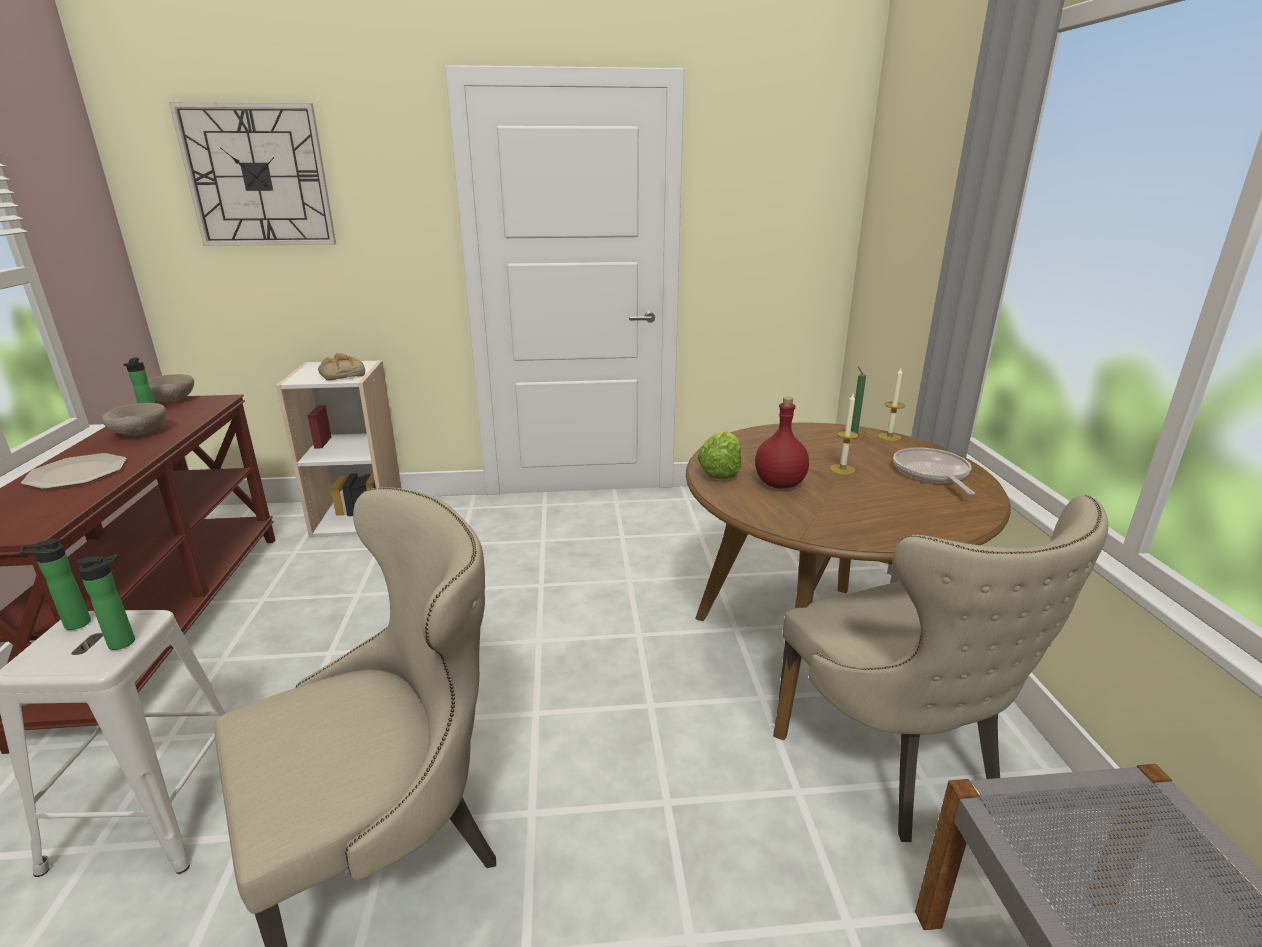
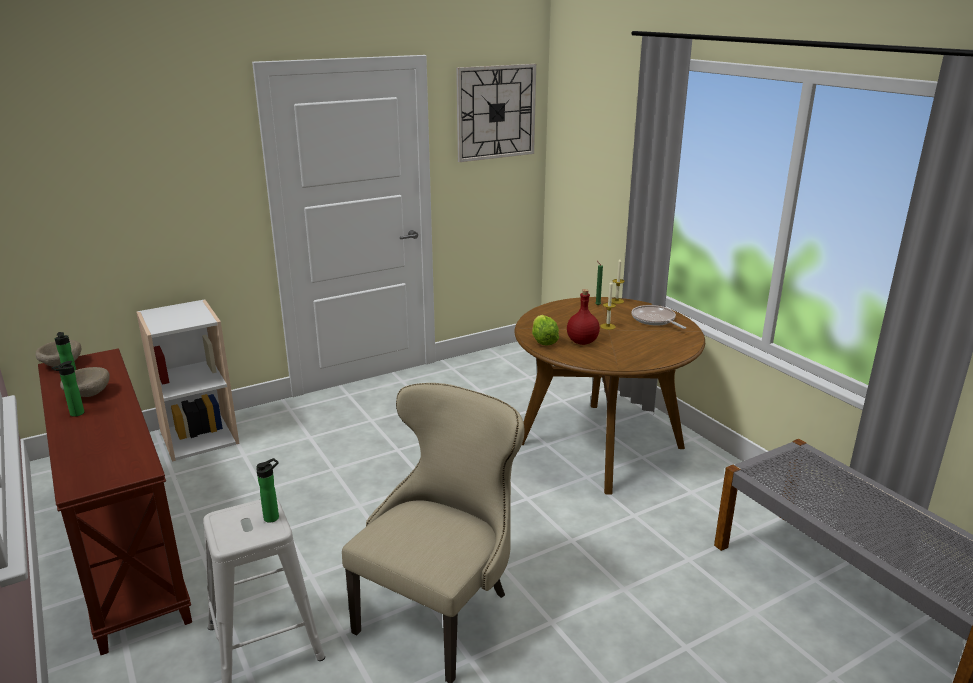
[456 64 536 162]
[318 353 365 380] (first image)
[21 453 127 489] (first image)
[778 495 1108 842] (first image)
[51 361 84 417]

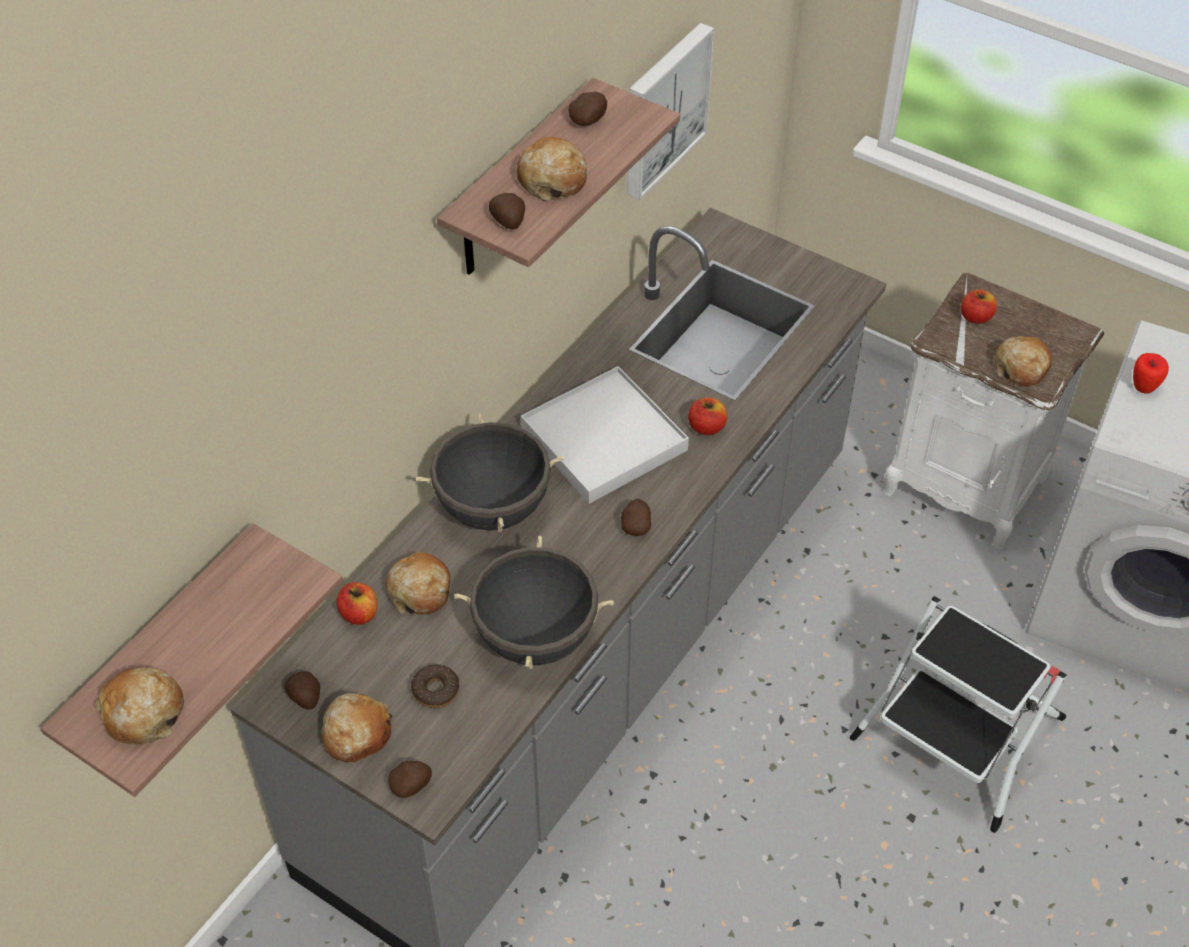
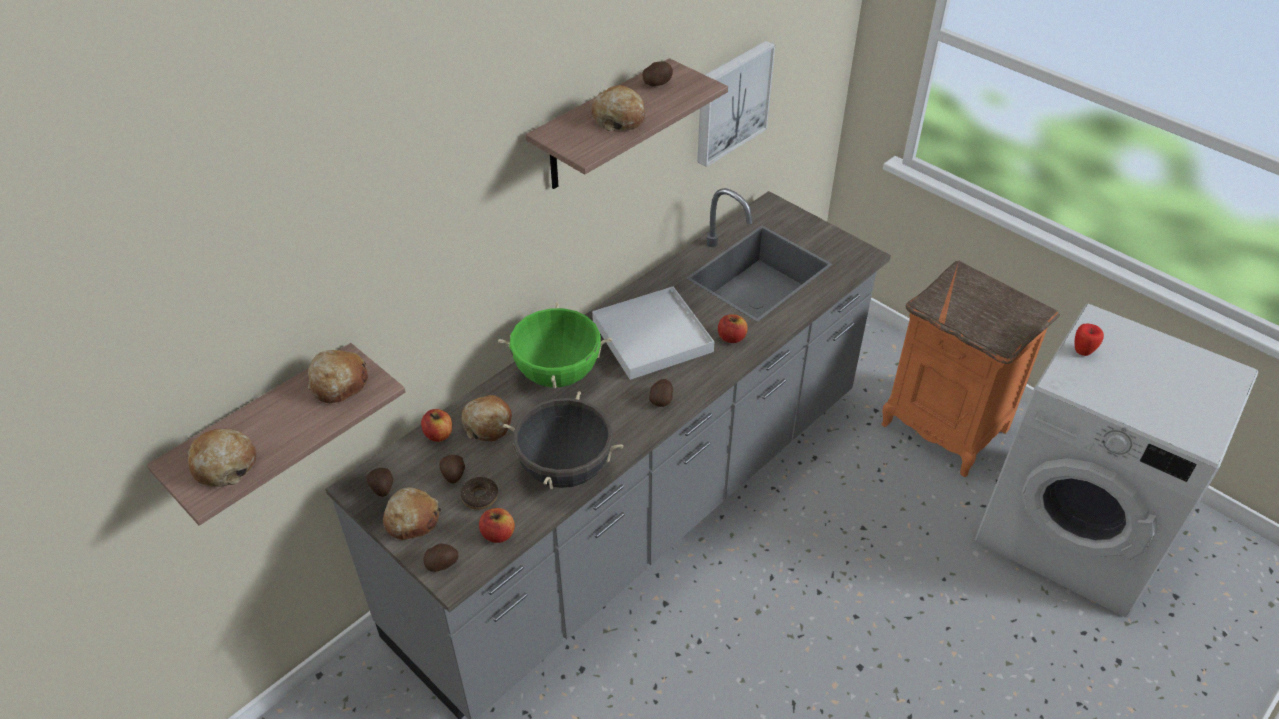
[440 455 465 484]
[881 261 1060 477]
[479 508 515 543]
[308 350 368 403]
[498 302 612 388]
[850 596 1067 833] (first image)

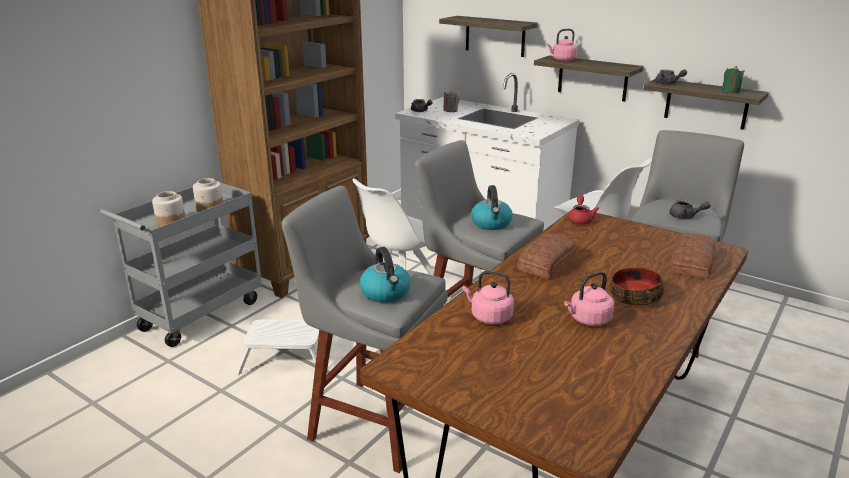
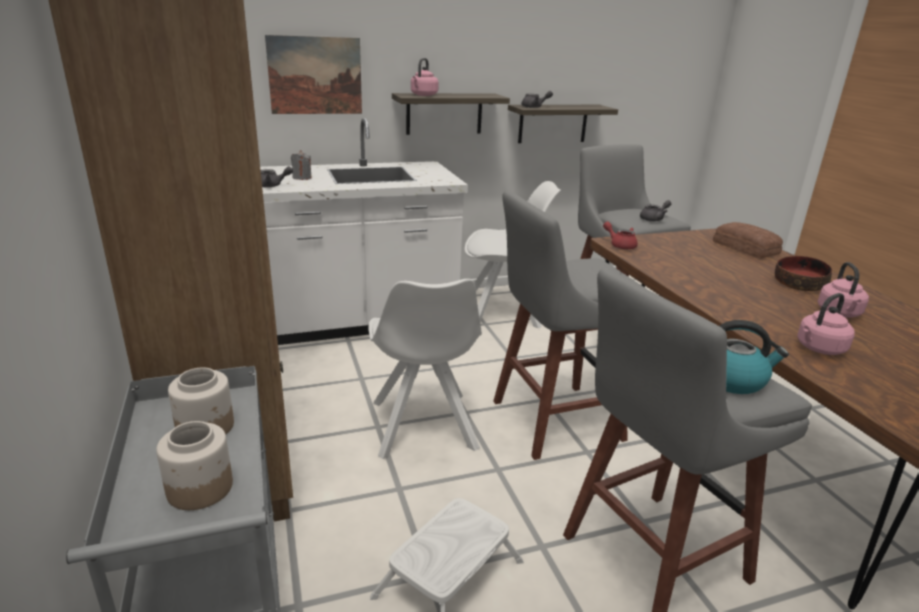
[265 35 362 114]
[721 66 744 93] (first image)
[471 185 513 230] (first image)
[517 234 577 279] (first image)

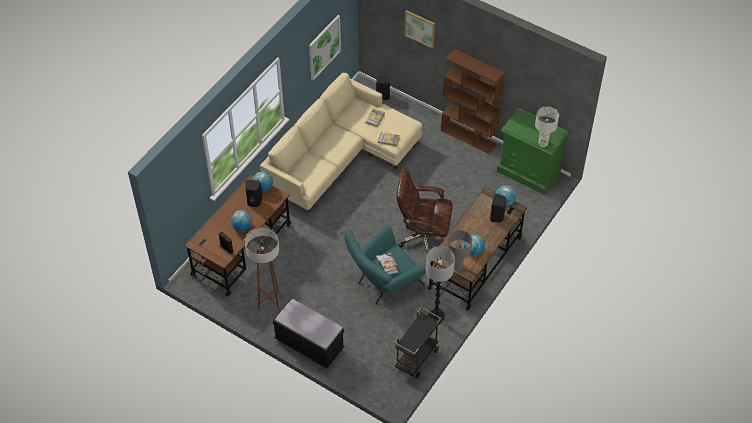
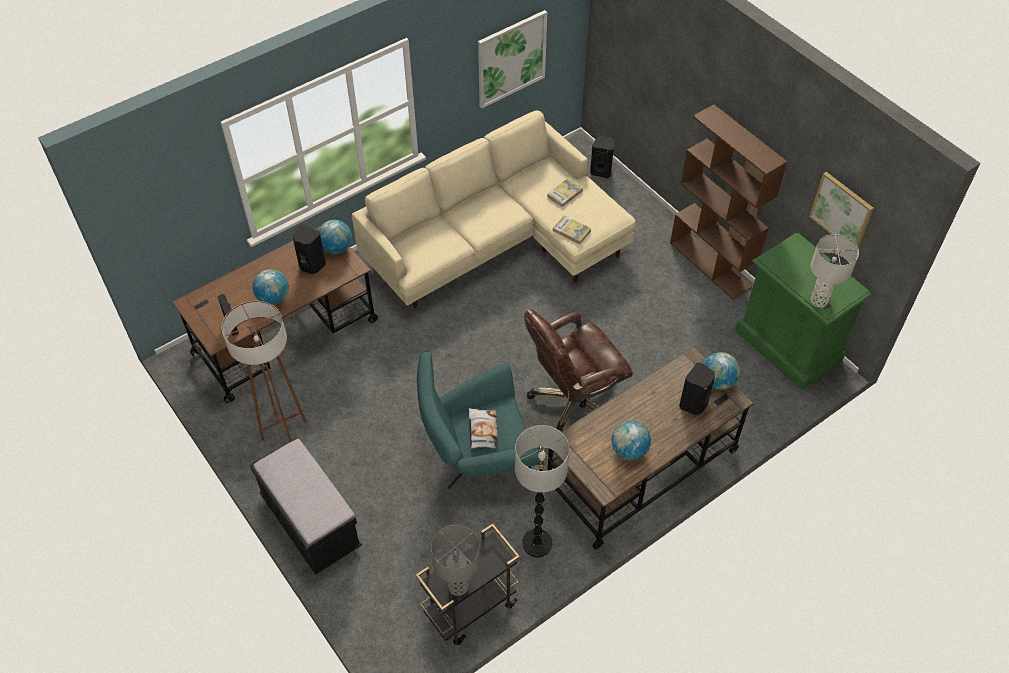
[809 172 874 248]
[524 309 633 431]
[431 525 480 596]

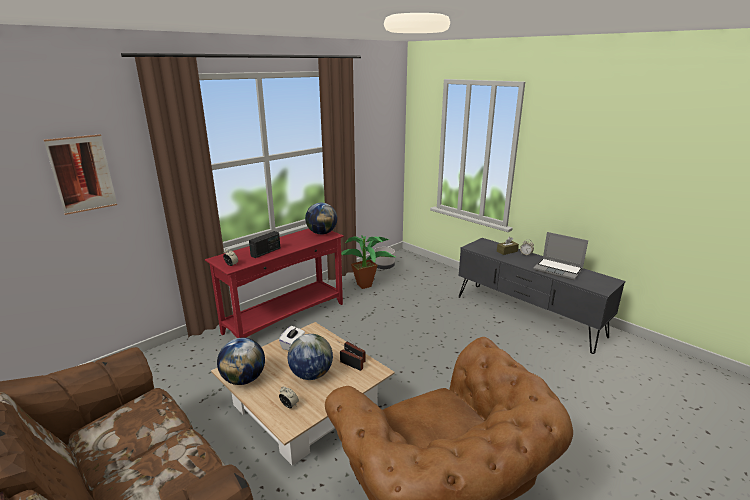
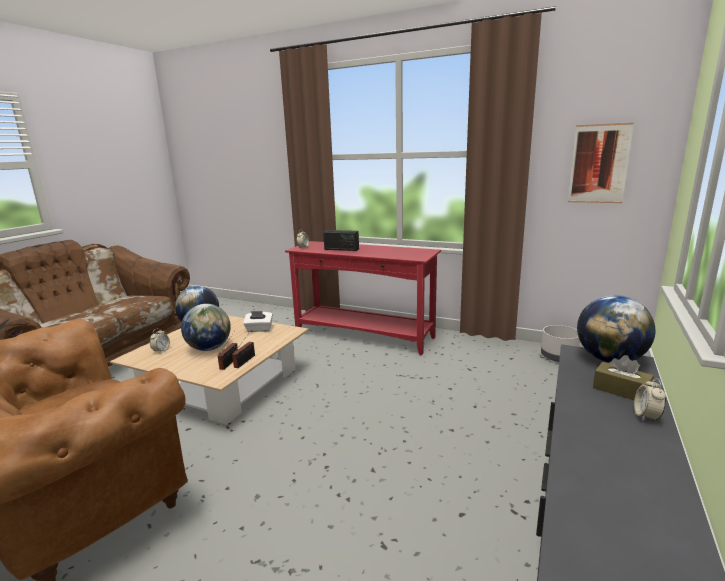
[568 123 634 203]
[577 295 655 362]
[533 232 588 280] (first image)
[341 236 396 289] (first image)

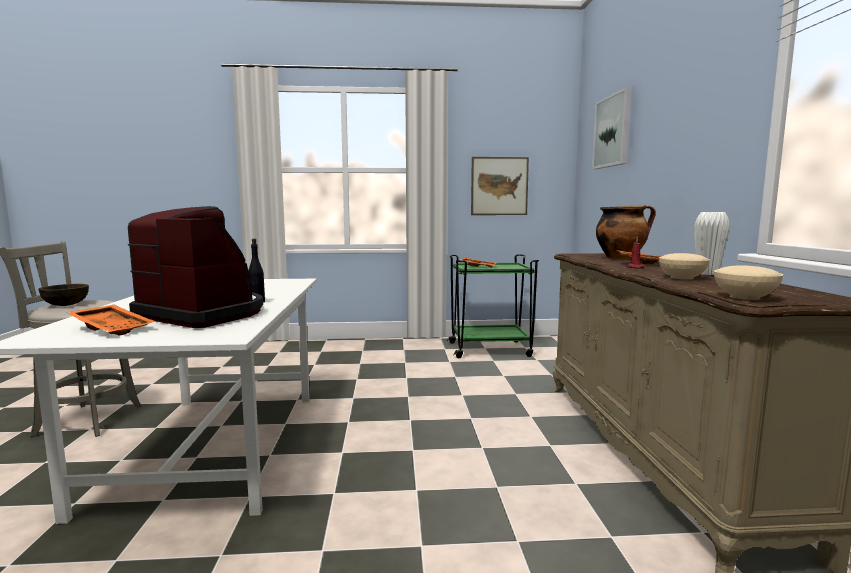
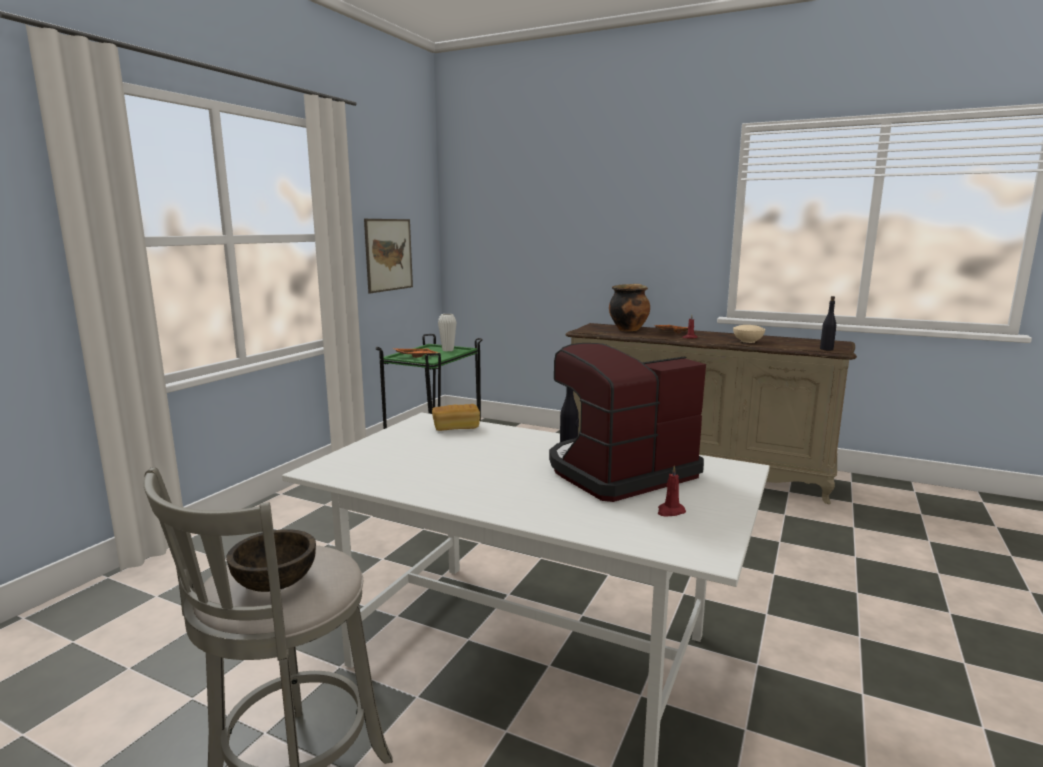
[592 87 632 169] (first image)
[438 314 456 351]
[820 296 836 350]
[658 465 686 516]
[432 404 480 431]

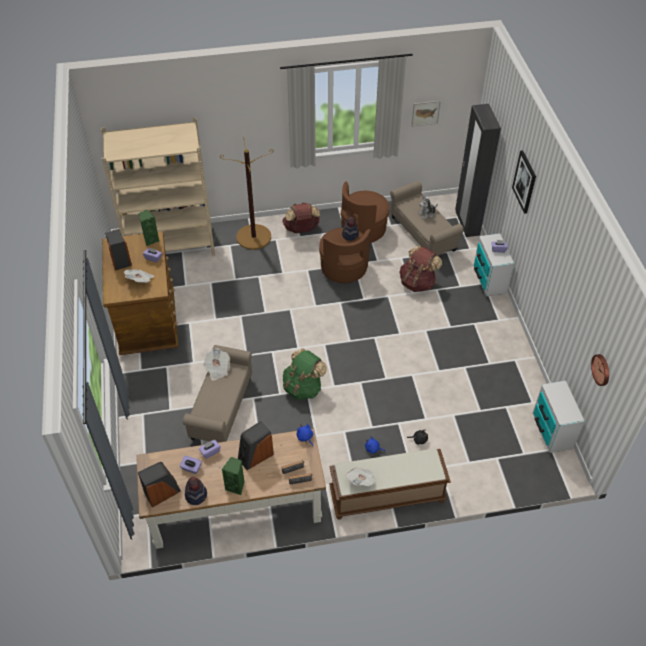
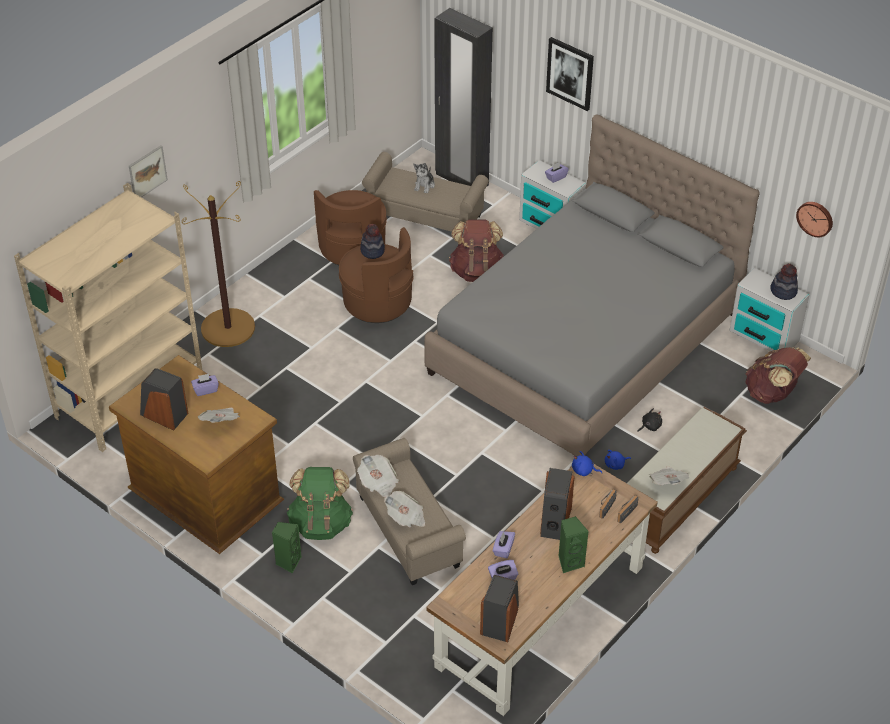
[129 145 168 197]
[746 347 811 404]
[272 522 302 573]
[287 467 353 540]
[770 264 798 300]
[425 115 760 457]
[384 491 425 527]

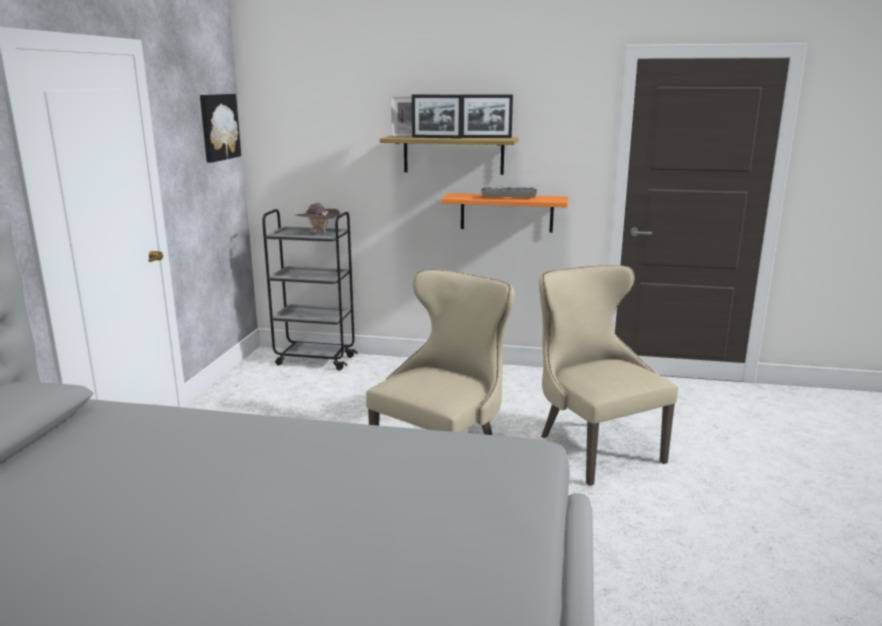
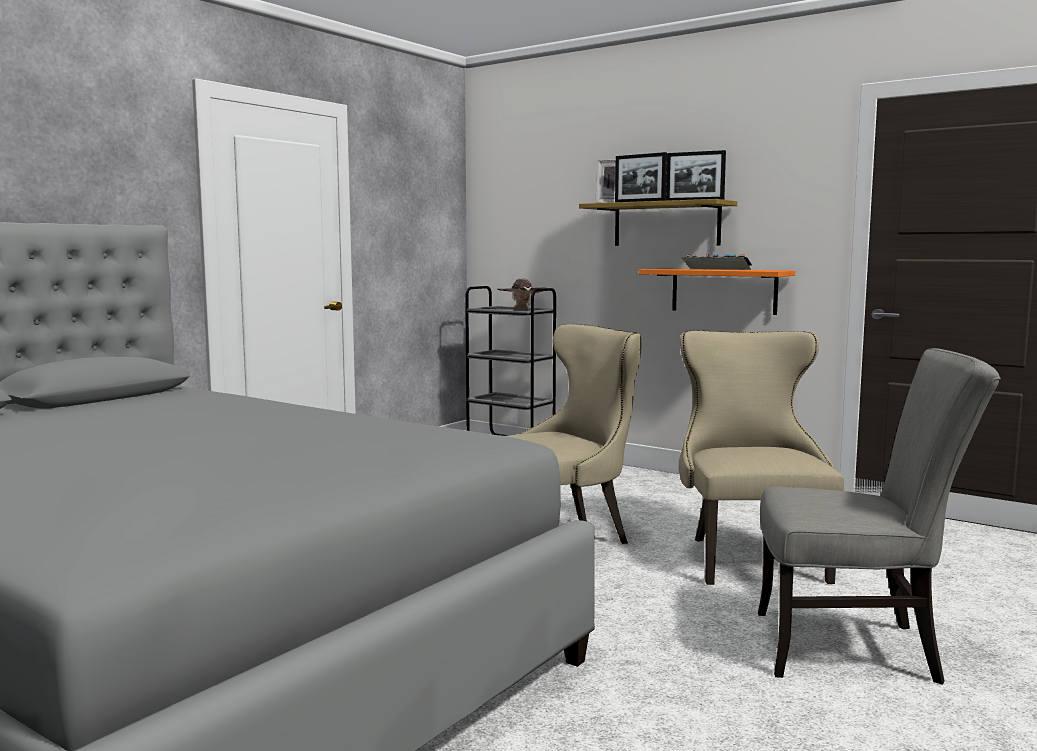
[200 94 241 163] (first image)
[758 348 1001 685]

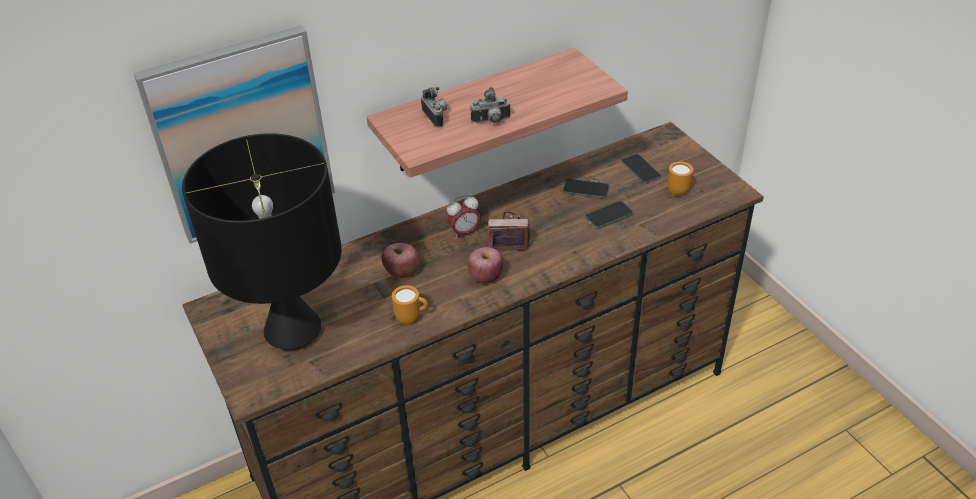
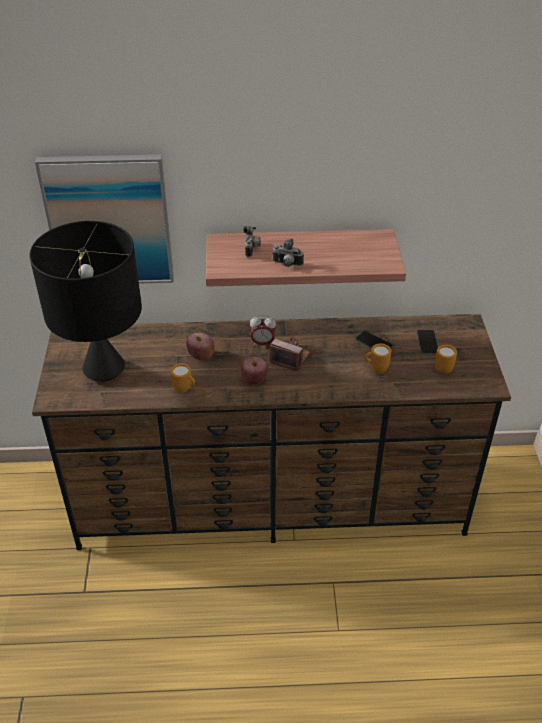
[365 344 391 373]

